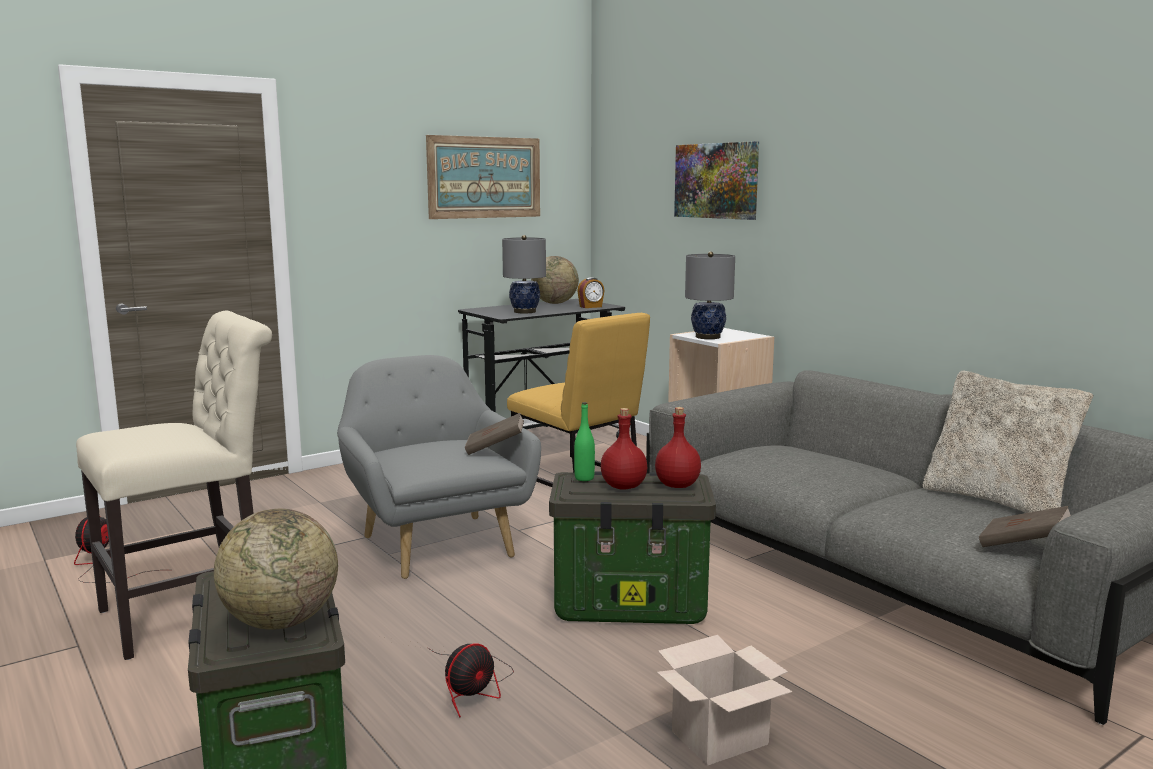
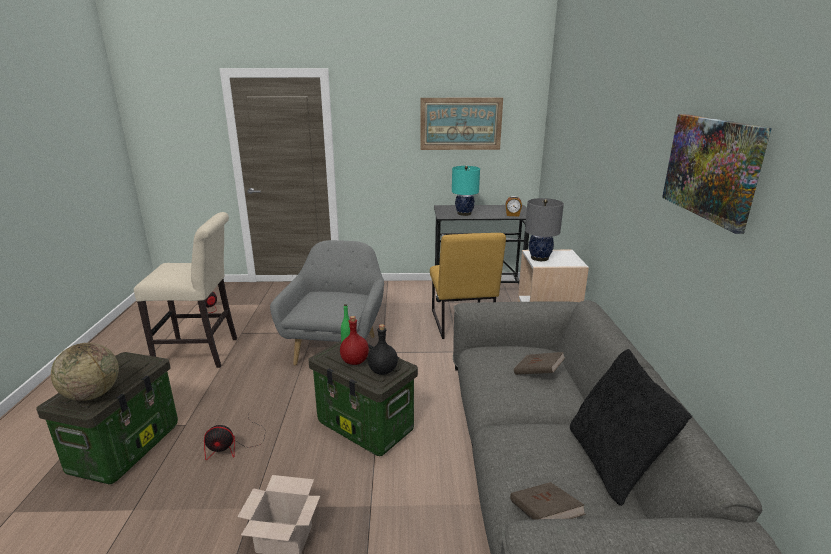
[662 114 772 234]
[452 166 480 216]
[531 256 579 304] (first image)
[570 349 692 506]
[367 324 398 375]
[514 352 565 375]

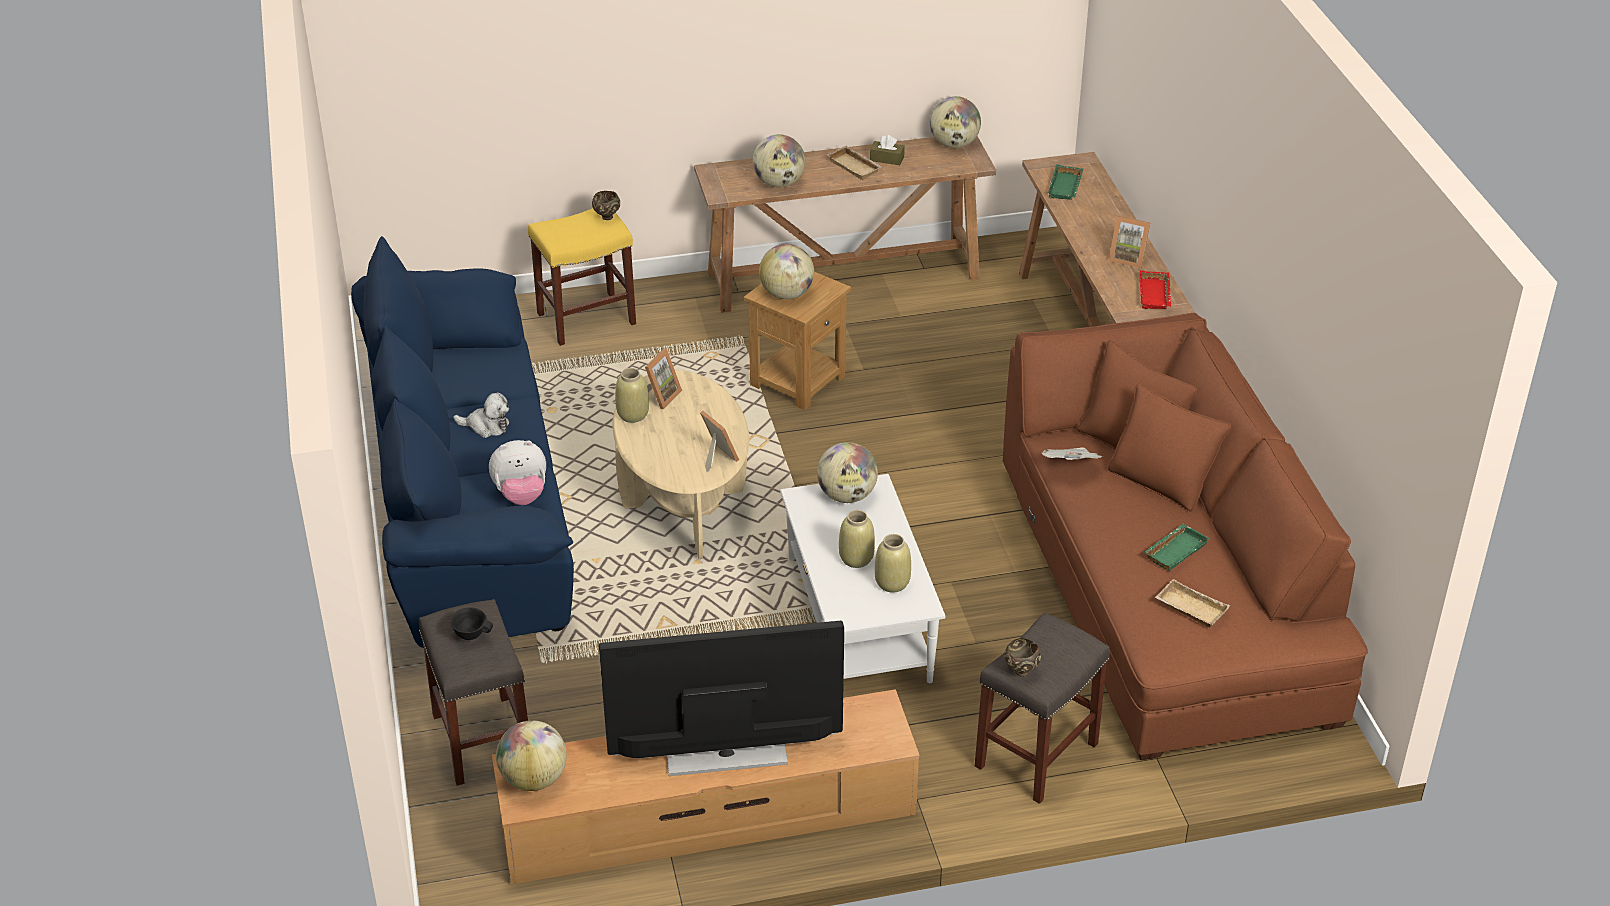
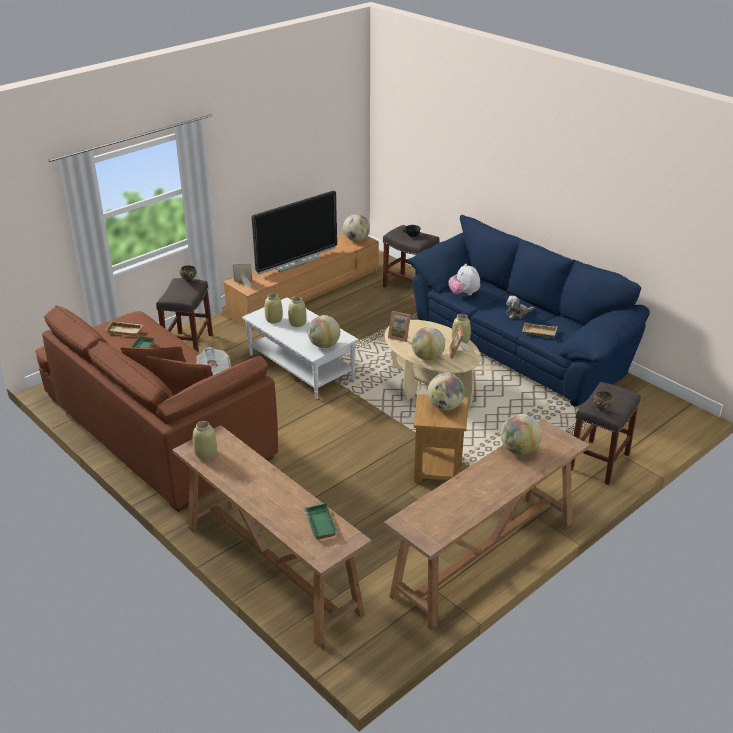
[412 327 445 361]
[870 135 905 165] (first image)
[522 322 557 338]
[571 382 641 485]
[233 262 252 288]
[193 421 217 460]
[448 264 480 295]

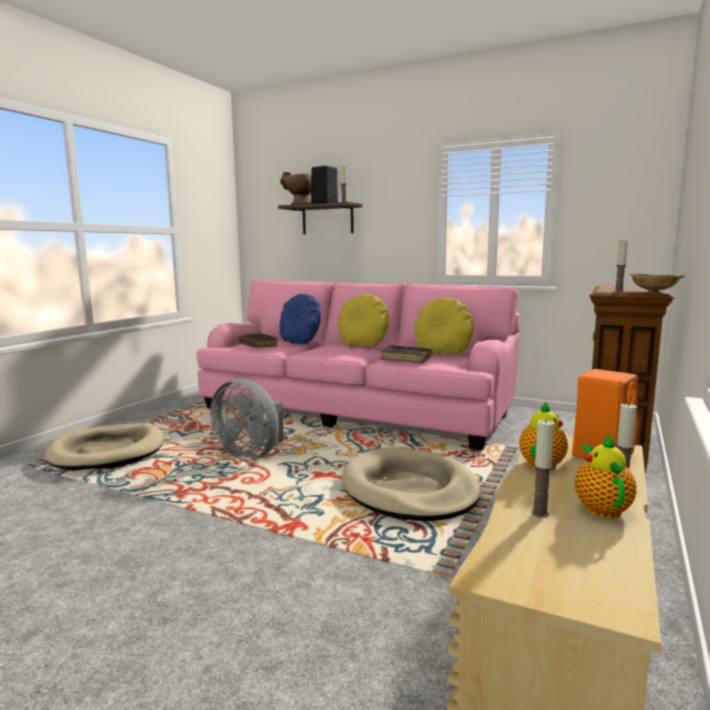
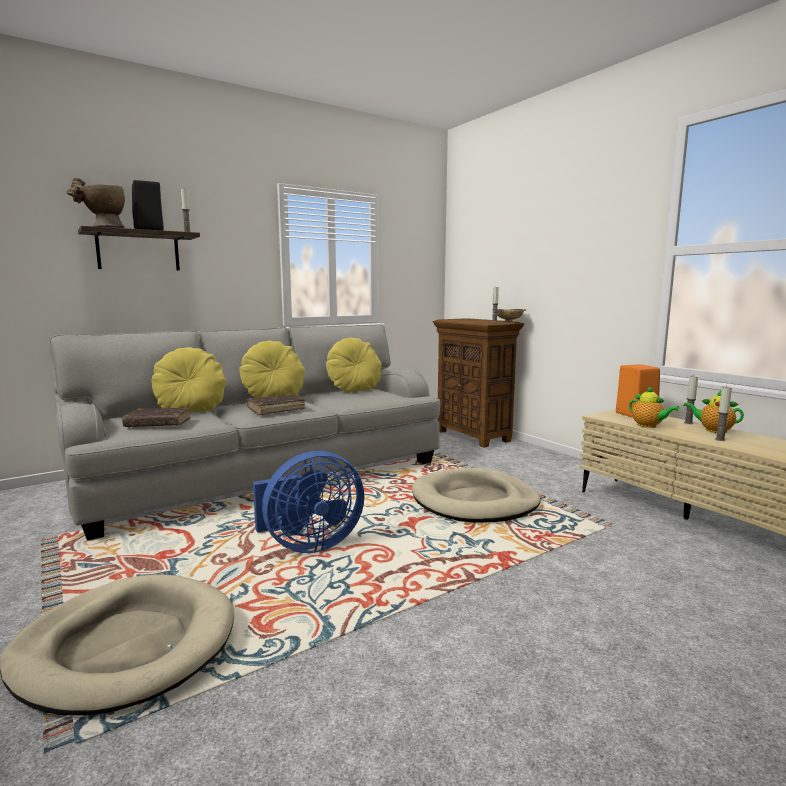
[49 324 440 541]
[151 347 226 413]
[247 394 305 415]
[253 451 364 553]

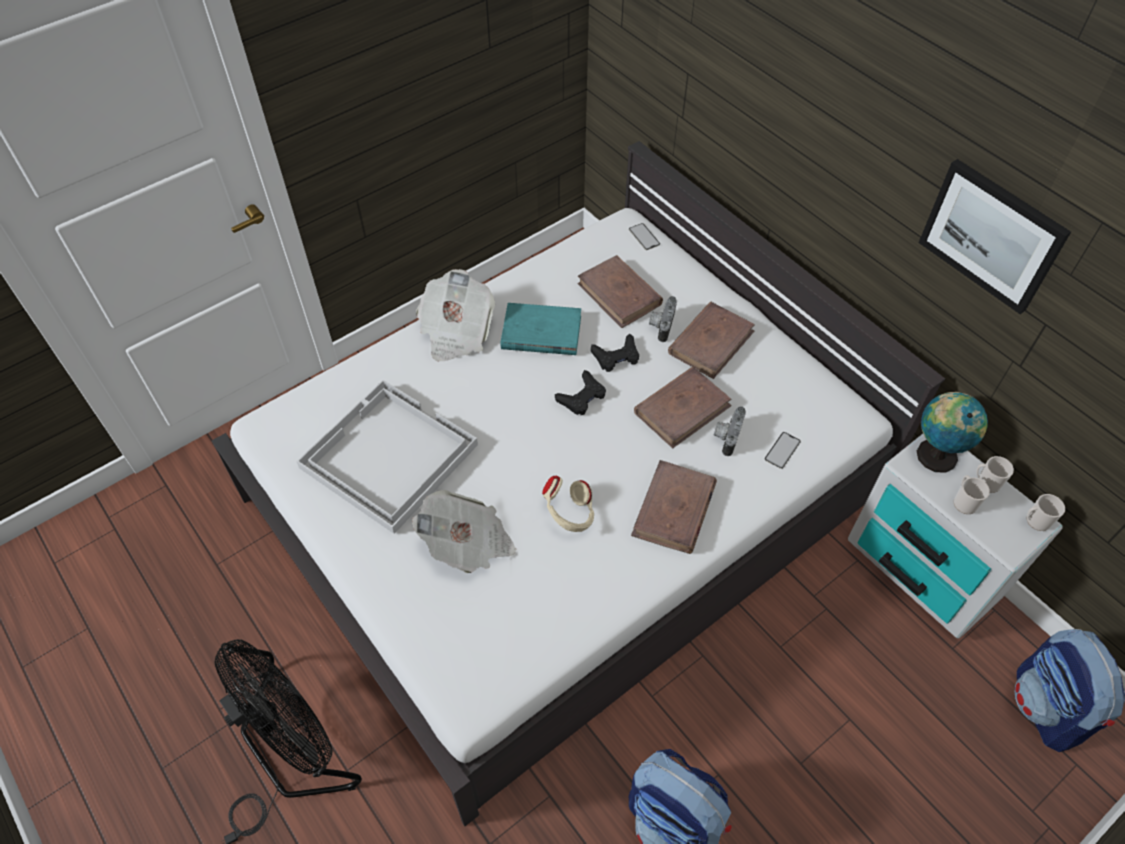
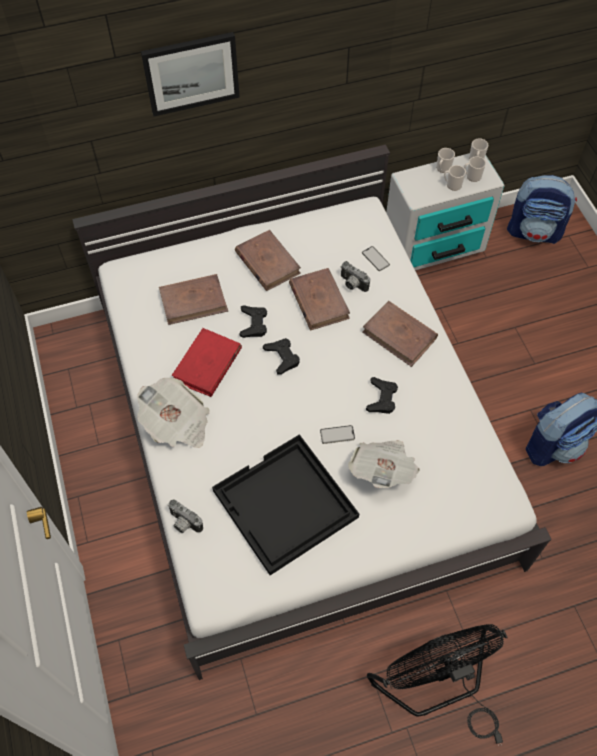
[141 32 240 116]
[320 425 355 444]
[167 500 203 534]
[172 328 242 397]
[212 434 359 575]
[917 392 988 473] (first image)
[366 377 398 414]
[464 156 486 182]

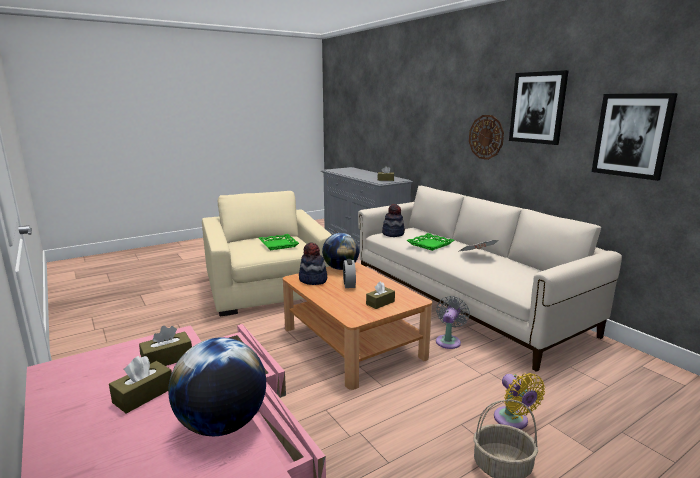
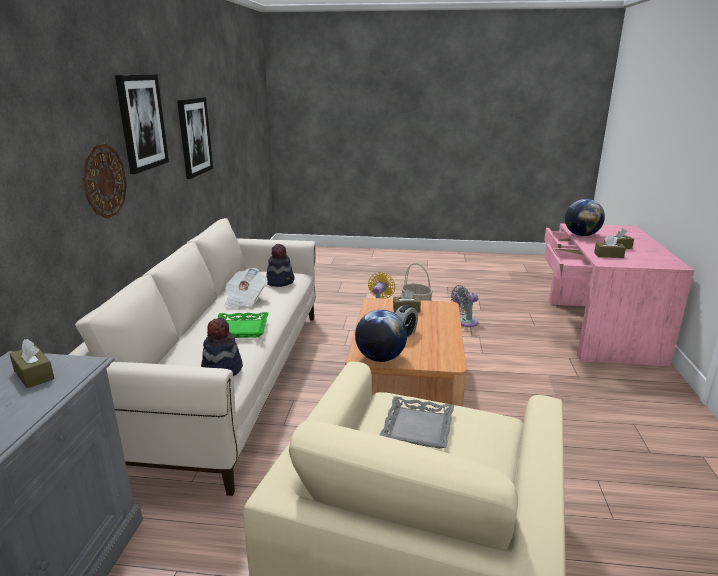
[380 396 454 449]
[266 244 295 287]
[451 285 478 327]

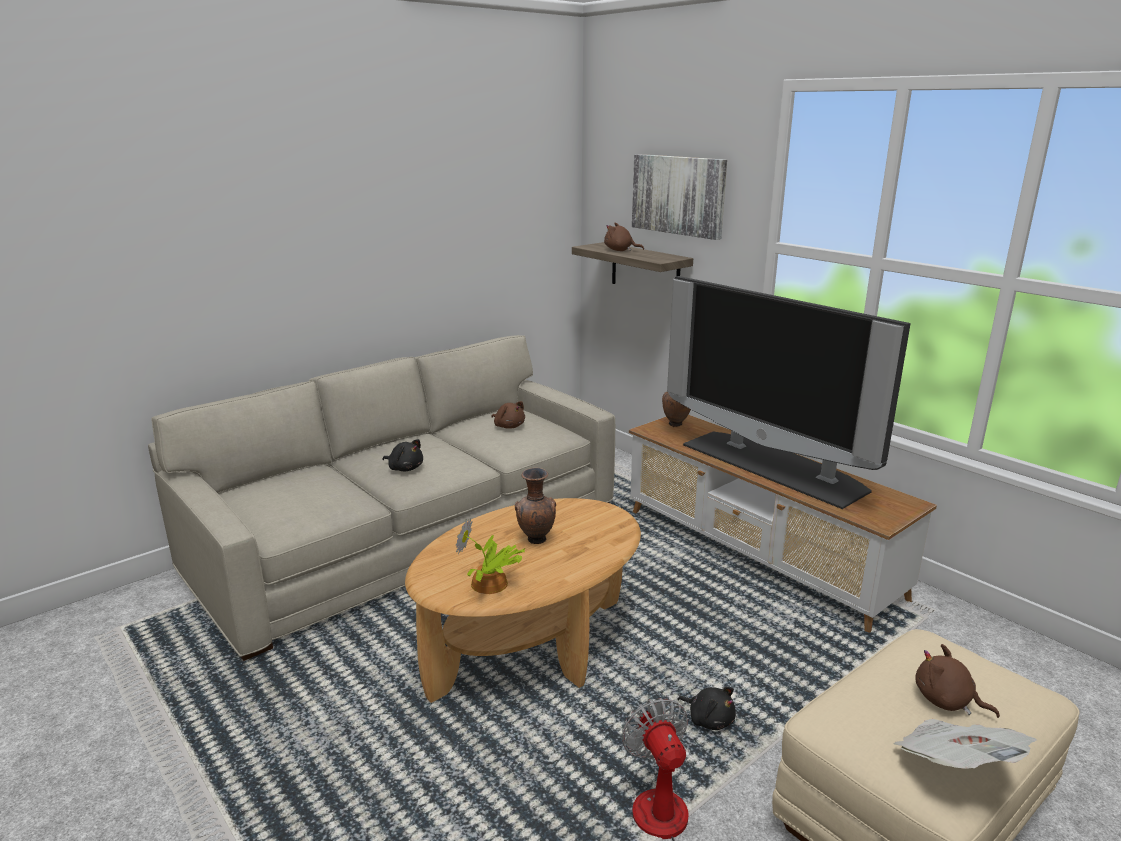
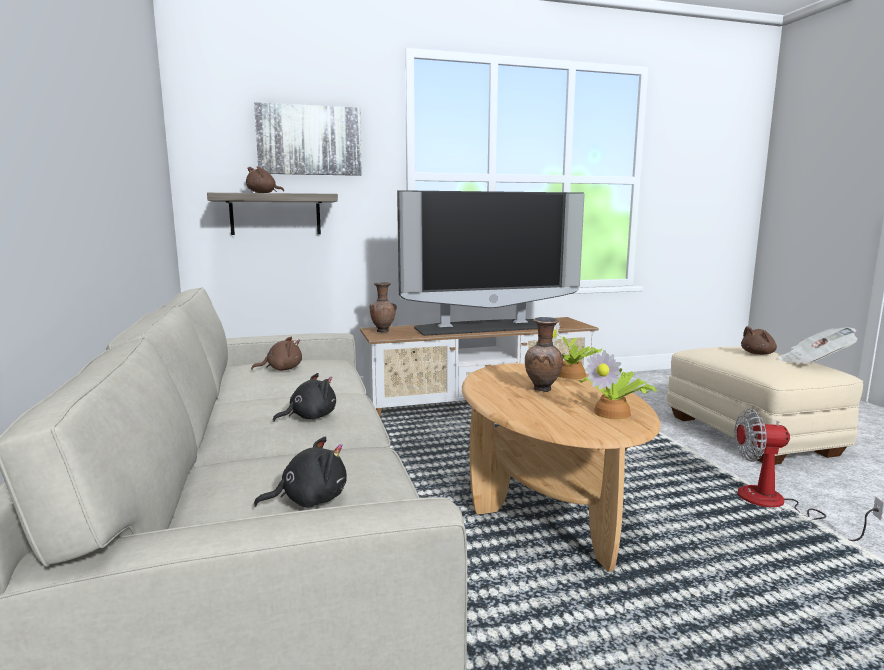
[254 437 347 508]
[552 321 602 379]

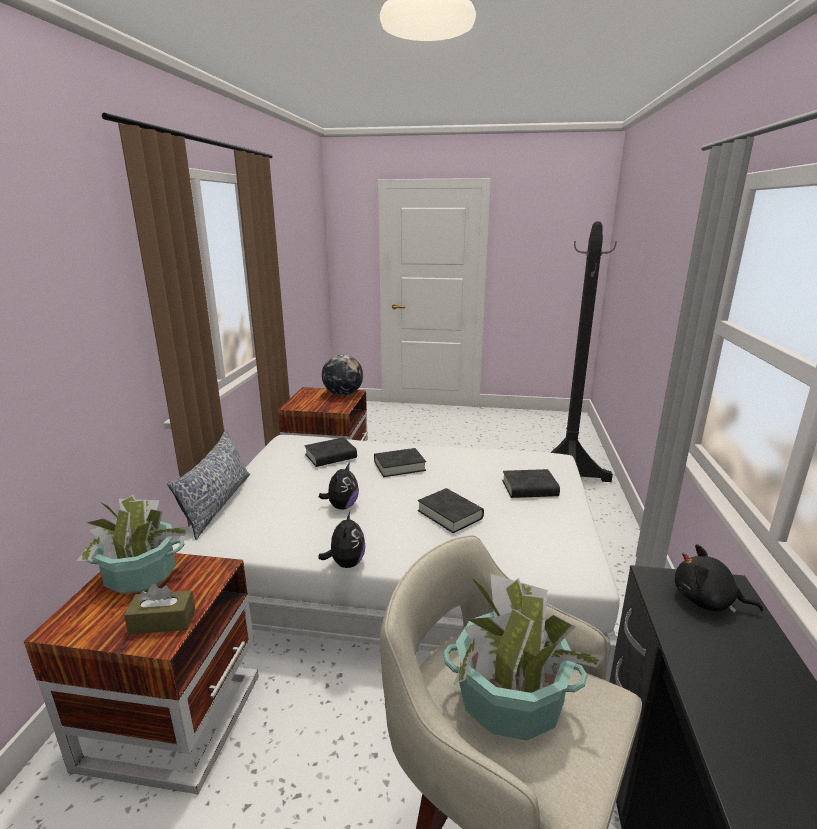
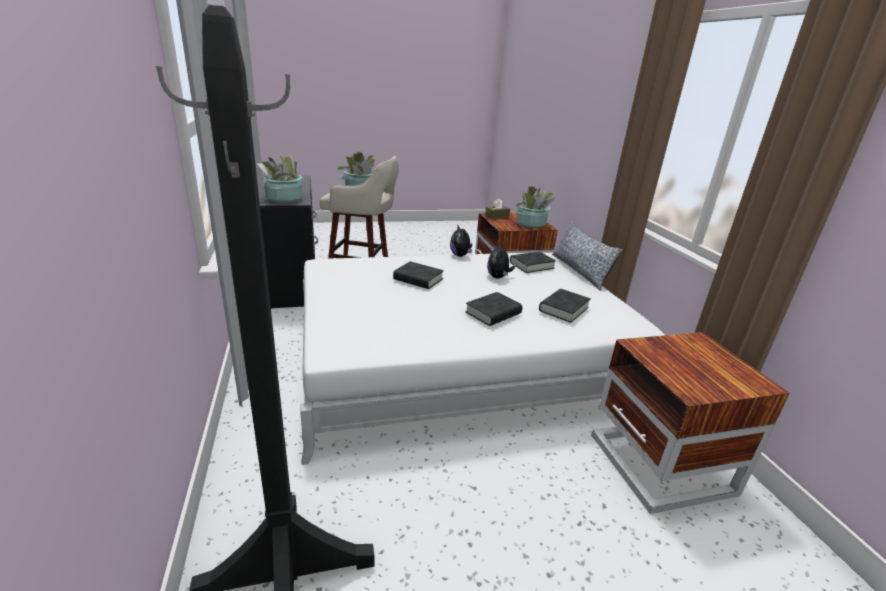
[322 354 363 396] (first image)
[510 252 556 273]
[257 154 303 203]

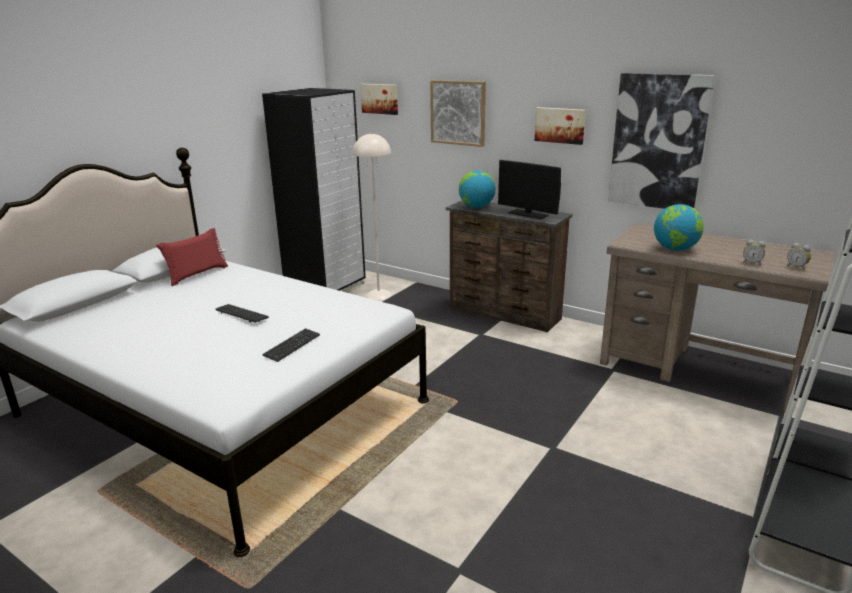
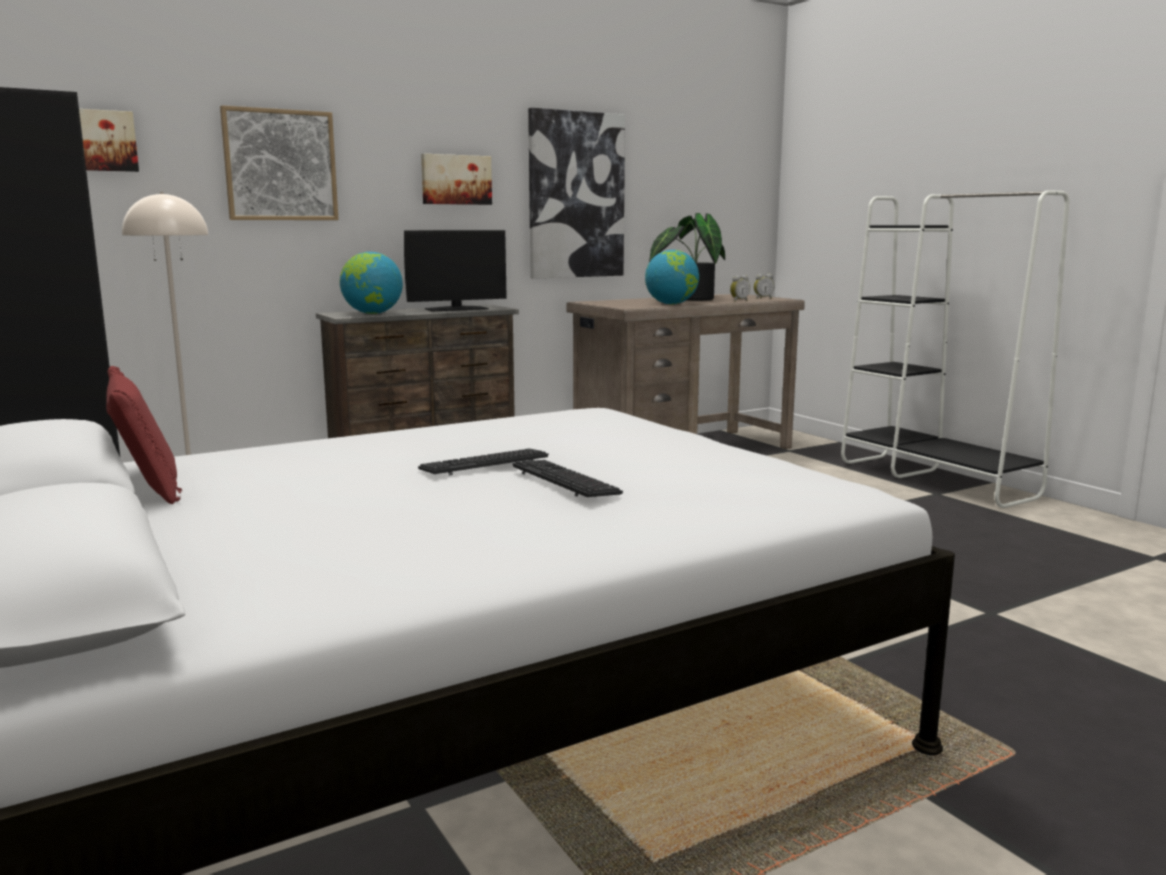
[512 460 623 497]
[649 213 725 301]

